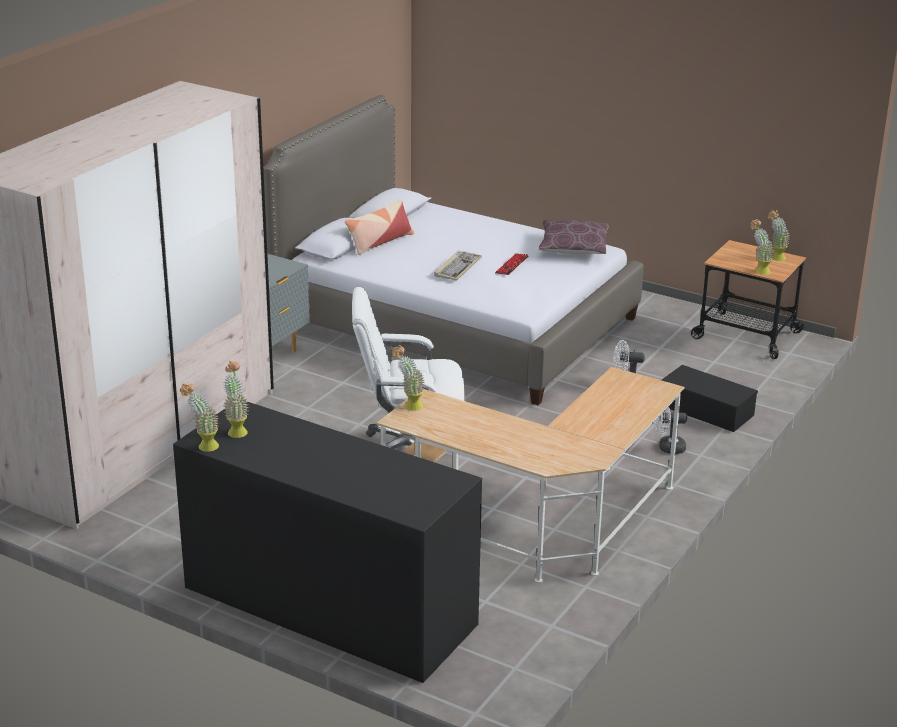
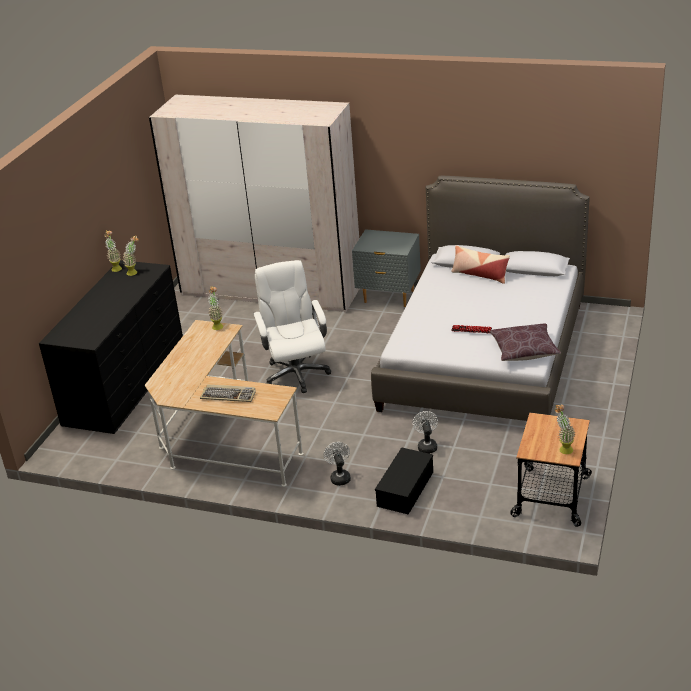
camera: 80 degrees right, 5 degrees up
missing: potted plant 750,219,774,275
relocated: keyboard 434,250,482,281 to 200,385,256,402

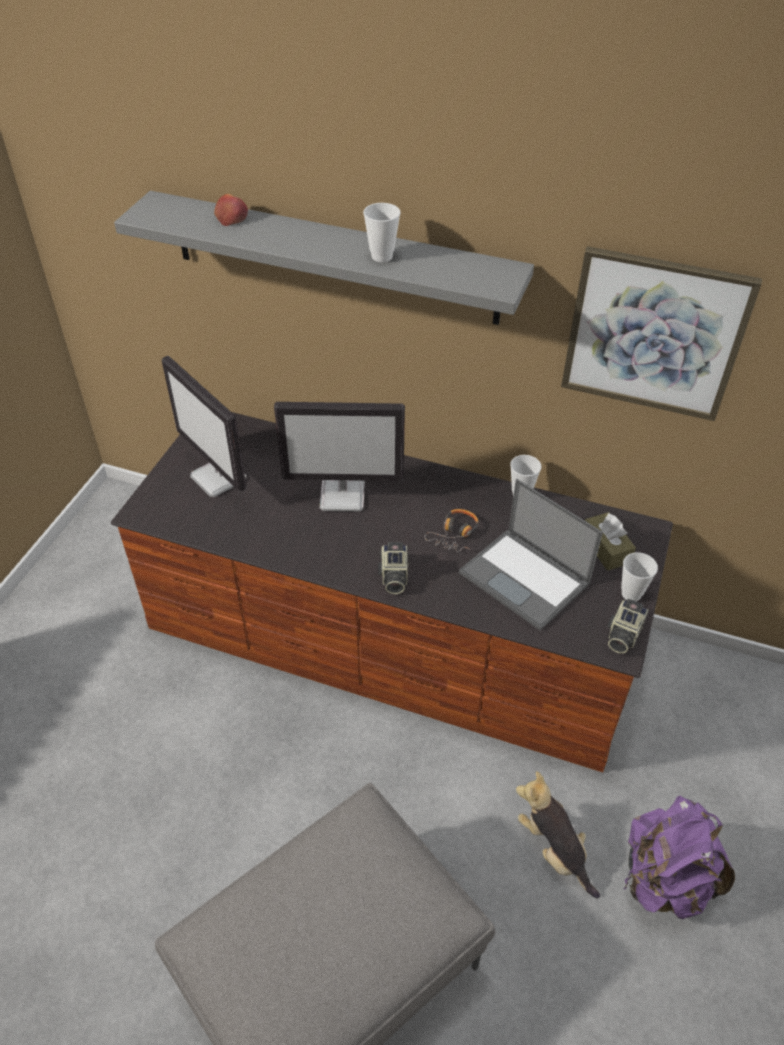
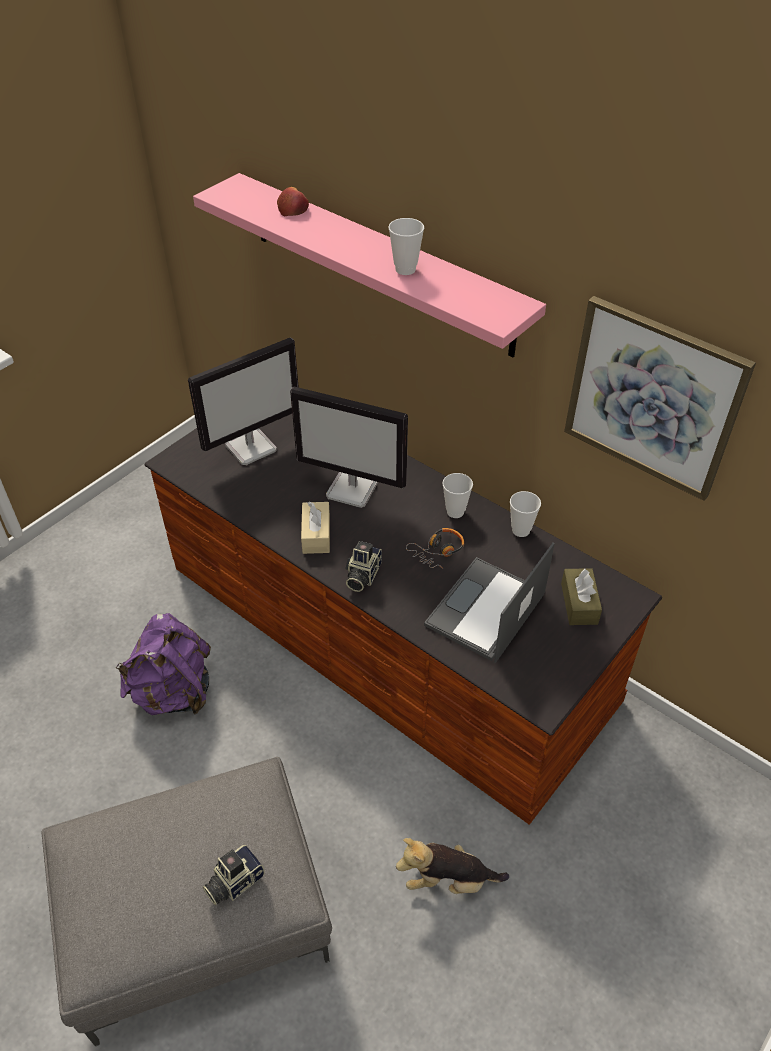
camera: 20 degrees right, 0 degrees up
appeared: sand-coloured box of tissues 301,501,330,554
relocated: still camera 607,599,649,654 to 203,845,265,905; drinking cup 621,552,658,601 to 442,473,473,518; purple rucksack 624,796,735,919 to 116,613,211,715
colour: greyish bracket shelf 114,191,534,325 to pink bracket shelf 193,173,546,357
spun: computer screen 161,356,247,497 = 188,338,299,465 105 degrees counterclockwise; portable computer 459,479,603,631 = 424,542,555,663 60 degrees clockwise; plush toy 516,771,600,899 = 396,838,509,894 75 degrees counterclockwise

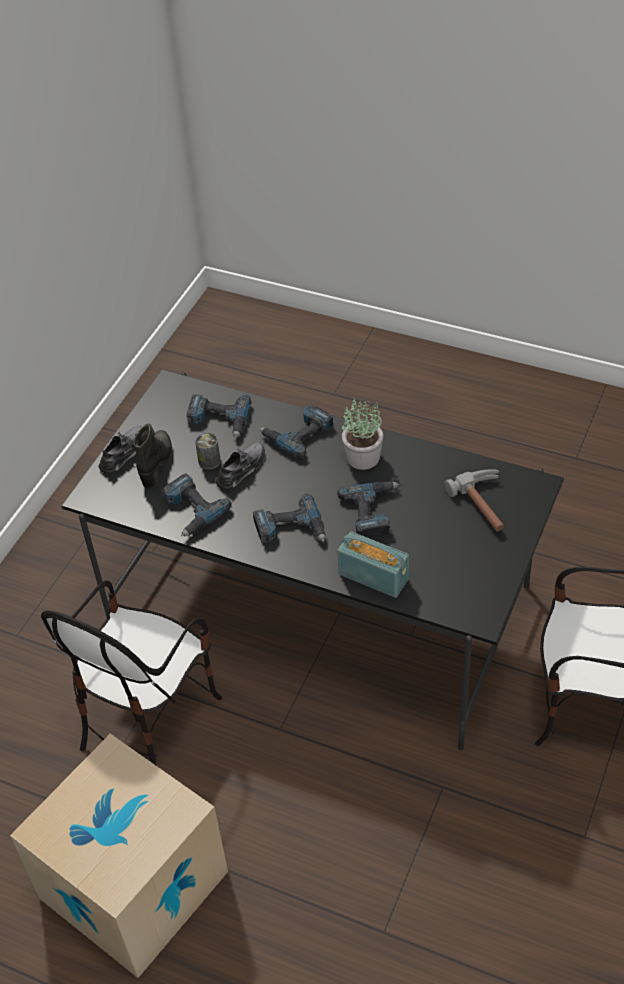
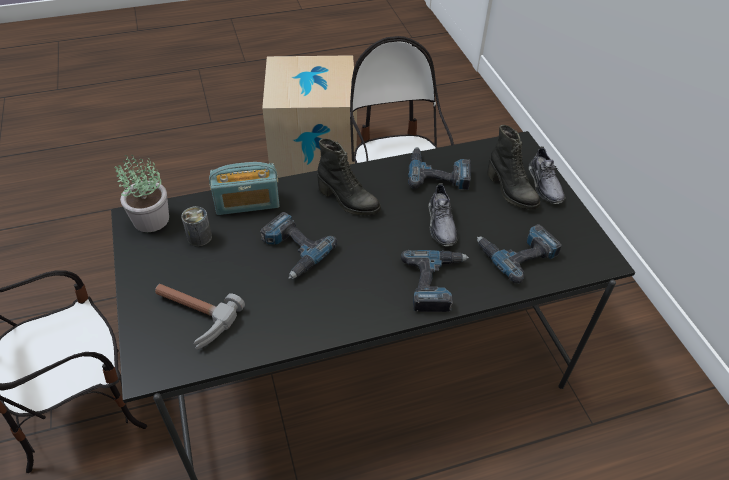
camera: 135 degrees right, 0 degrees up
relocated: can 195,433,221,469 to 181,206,212,247; potted plant 342,397,383,470 to 115,155,169,232
exchanged: power drill 253,494,326,544 to blackish boot 317,139,381,215

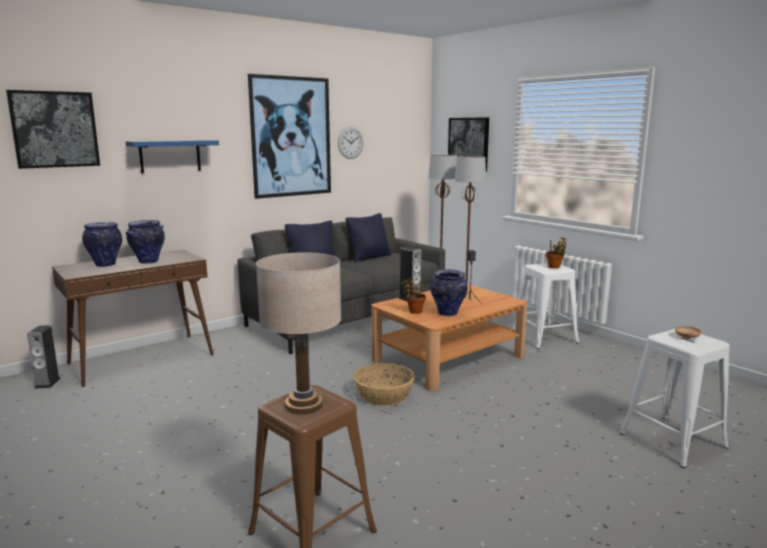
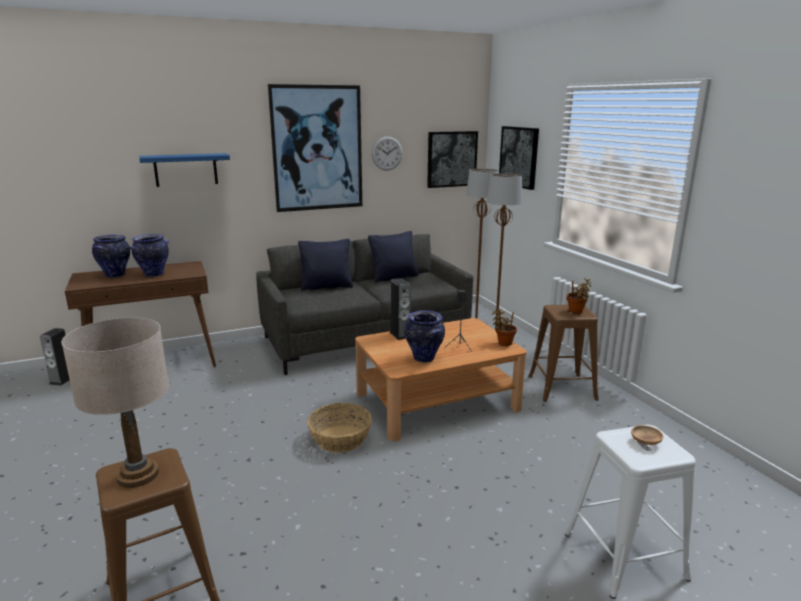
camera: 15 degrees right, 5 degrees up
relocated: wall picture 6,90,100,169 to 427,131,478,188; potted plant 401,278,426,314 to 492,310,517,346
colour: white stool 513,263,579,349 to brown stool 528,305,599,402

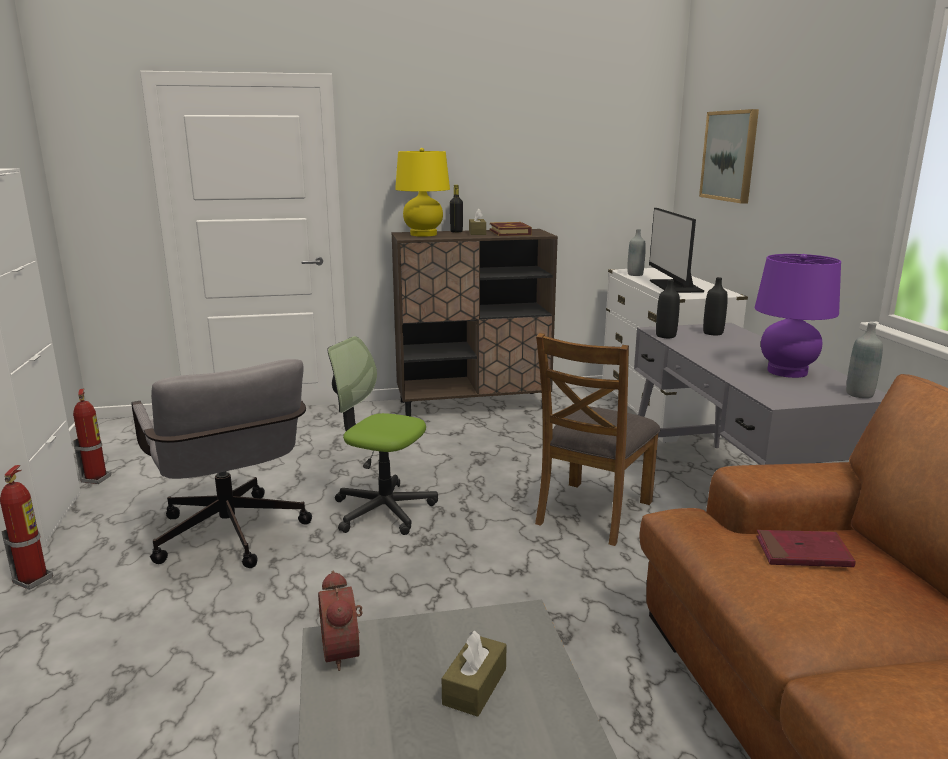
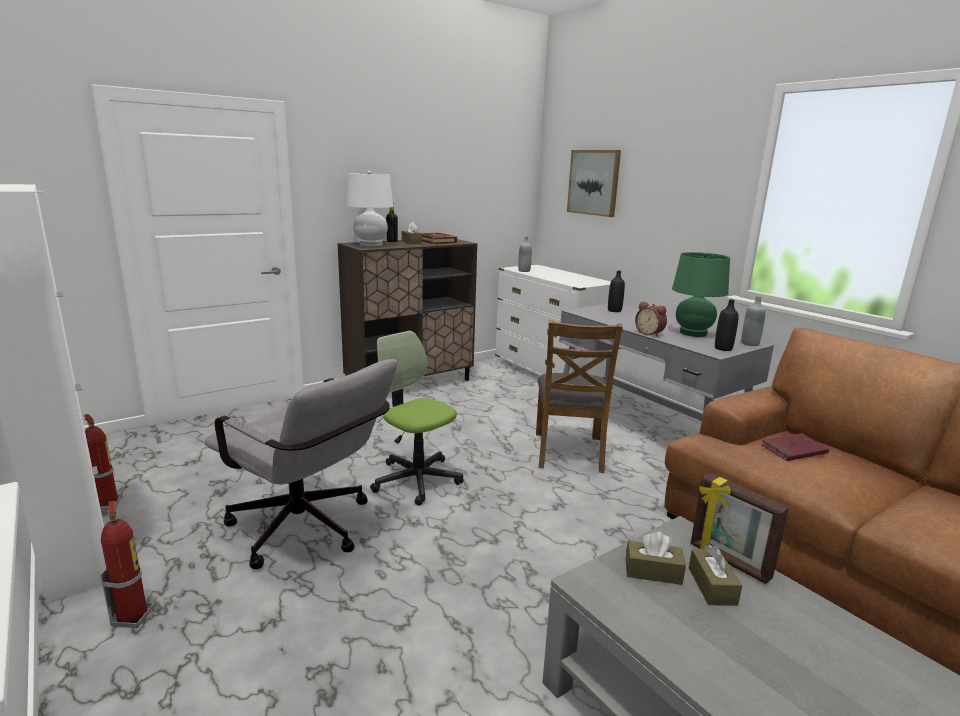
camera: 25 degrees left, 0 degrees up
missing: computer screen 649,208,704,293
appeared: brown box of tissues 626,532,686,585; picture frame 691,473,789,584
relocated: bedside clock 318,570,363,671 to 635,301,667,337; blackish drink bottle 656,279,680,338 to 715,299,739,351
colour: yellowish table lamp 395,148,450,237 to white table lamp 346,171,394,246; purple table lamp 755,254,841,378 to green table lamp 672,252,730,337
spun: desk chair 327,336,438,535 = 370,331,464,506 45 degrees clockwise

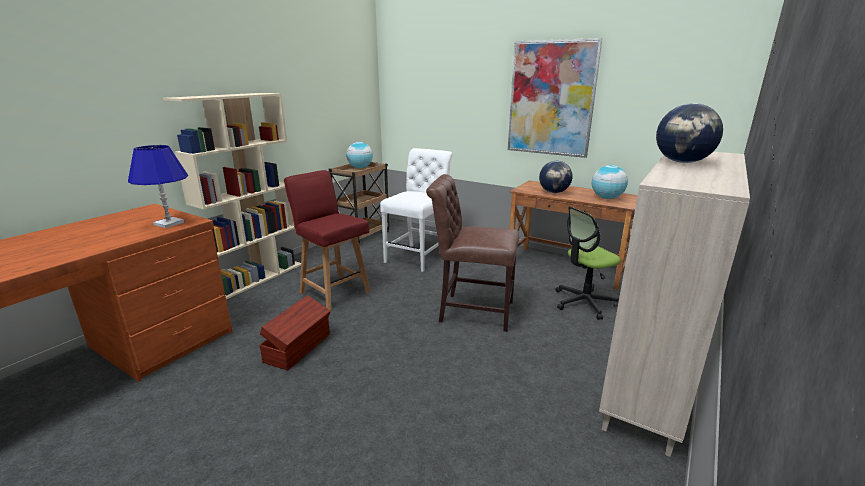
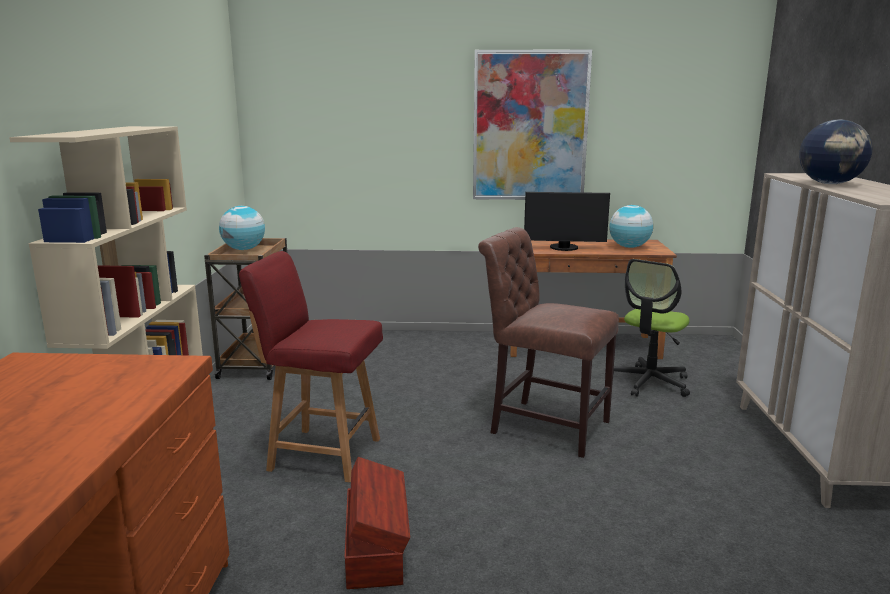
camera: 30 degrees left, 5 degrees down
missing: bluish table lamp 128,145,188,228; white chair 380,148,453,272
exchanged: globe 539,161,572,193 to computer screen 524,192,610,251
spun: brown chair 426,174,519,332 = 478,227,619,458 45 degrees clockwise

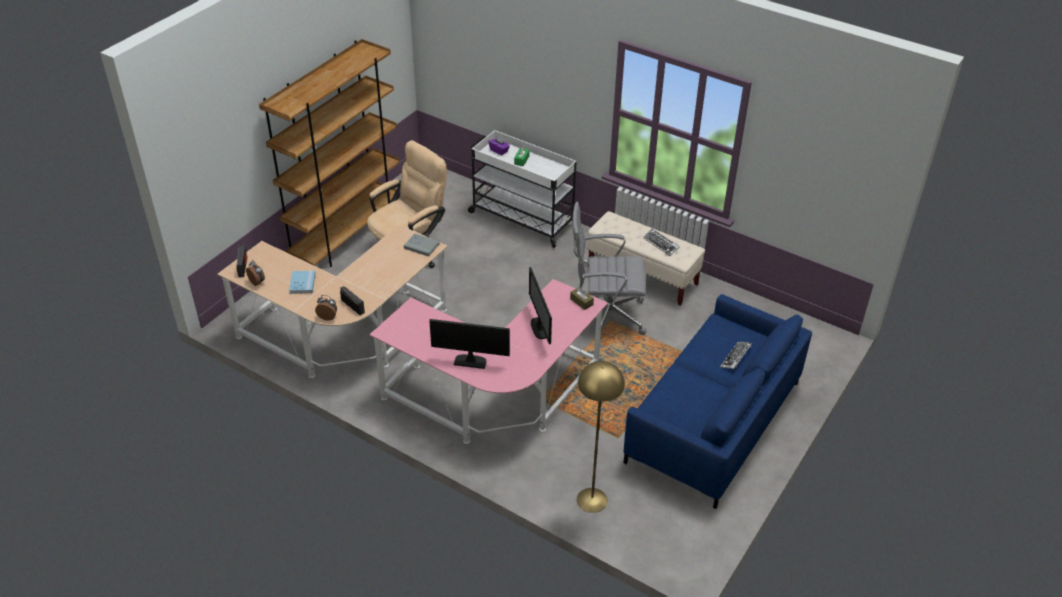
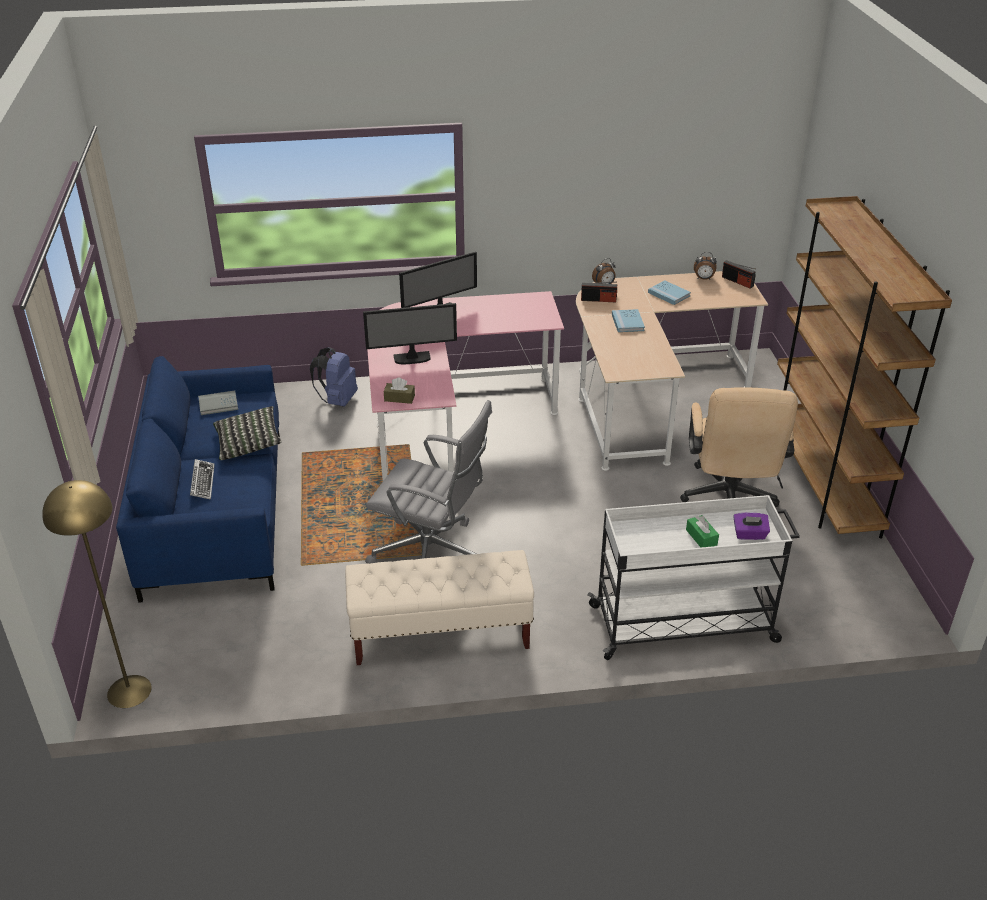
camera: 140 degrees right, 5 degrees down
missing: keyboard 643,228,680,256
appeared: throw pillow 213,406,282,460; bluish rucksack 310,347,358,407; bluish bound book 612,309,645,332
relocated: greyish bound book 404,233,440,256 to 198,390,238,415; yellowish standard lamp 577,361,625,513 to 42,480,152,708
spun: computer screen 529,267,552,344 = 363,303,457,364 135 degrees clockwise; greyish desk chair 573,202,646,335 = 365,400,492,564 60 degrees clockwise

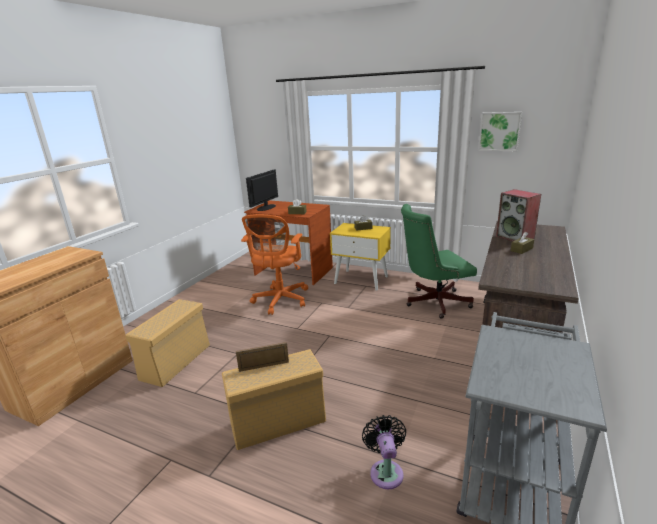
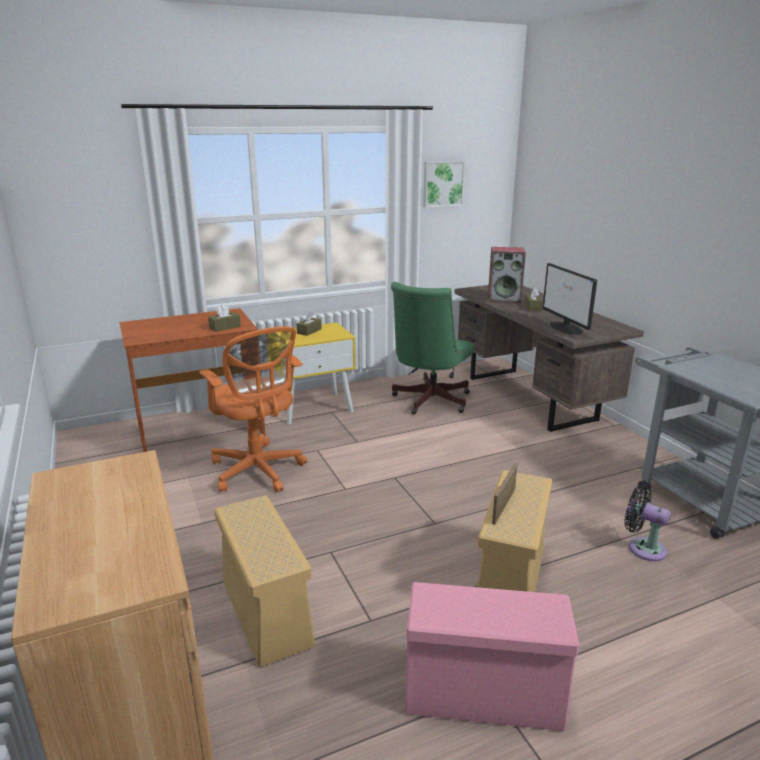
camera: 50 degrees left, 0 degrees up
appeared: pink storage box 405,582,580,731
relocated: computer screen 246,169,278,211 to 542,263,597,335

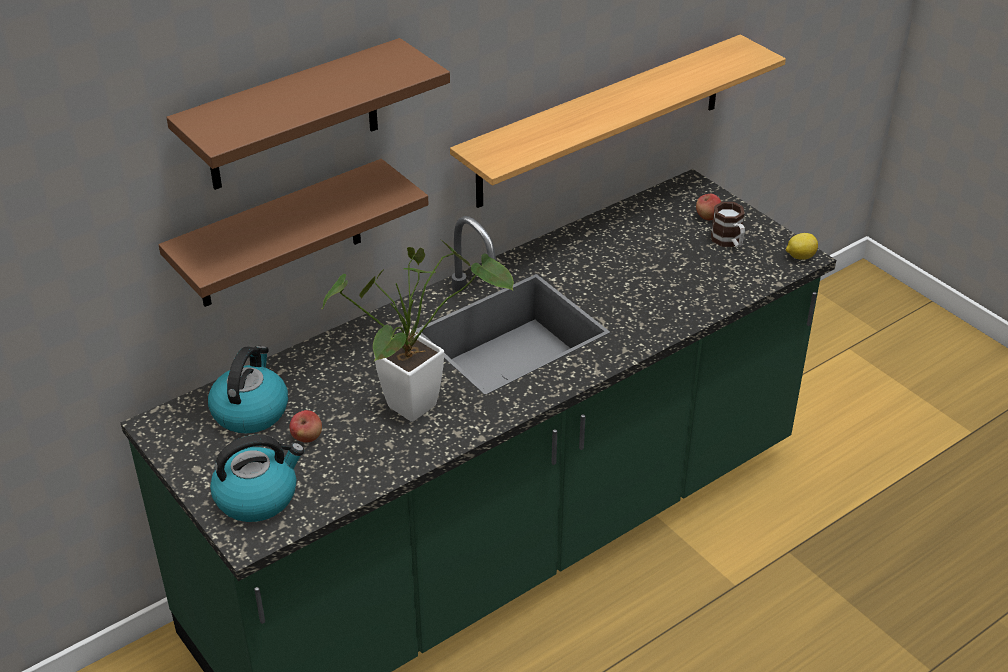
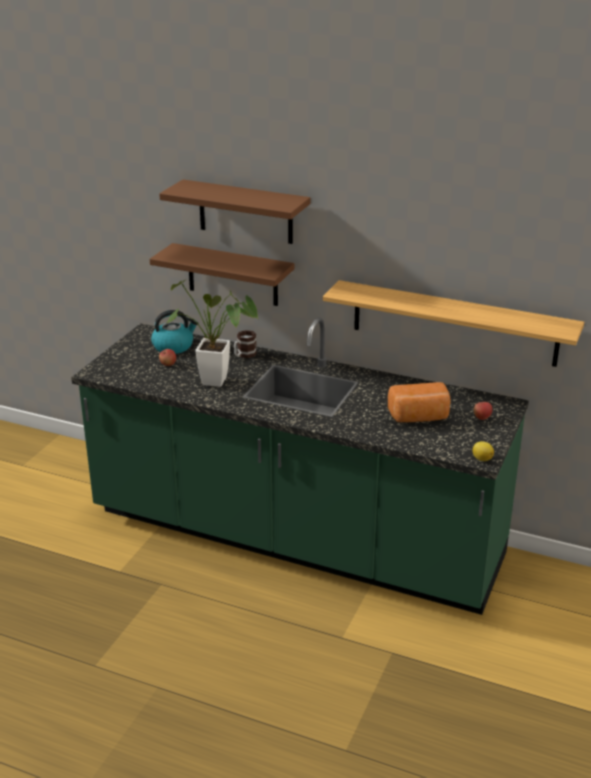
camera: 60 degrees right, 10 degrees down
missing: water kettle 210,434,304,522
appeared: baked bread 388,382,450,422
relocated: coffee mug 711,202,745,248 to 234,330,257,358

